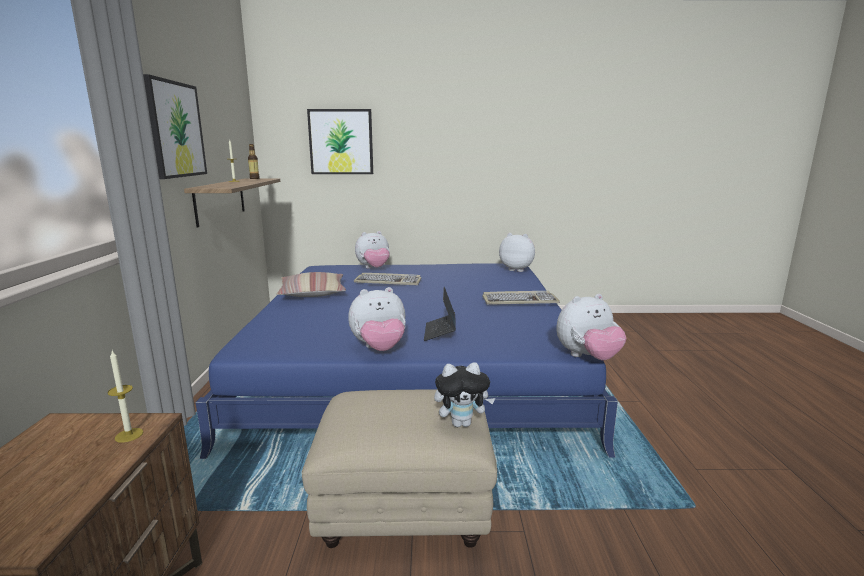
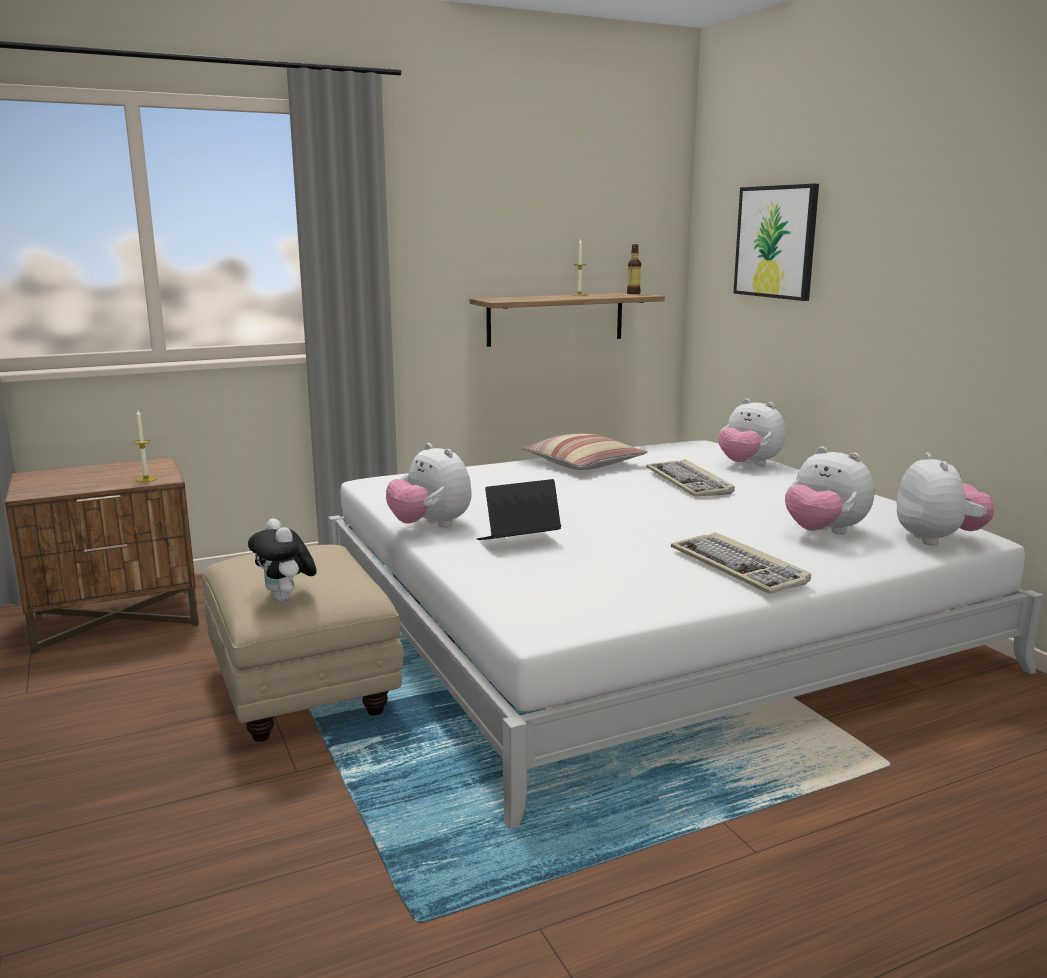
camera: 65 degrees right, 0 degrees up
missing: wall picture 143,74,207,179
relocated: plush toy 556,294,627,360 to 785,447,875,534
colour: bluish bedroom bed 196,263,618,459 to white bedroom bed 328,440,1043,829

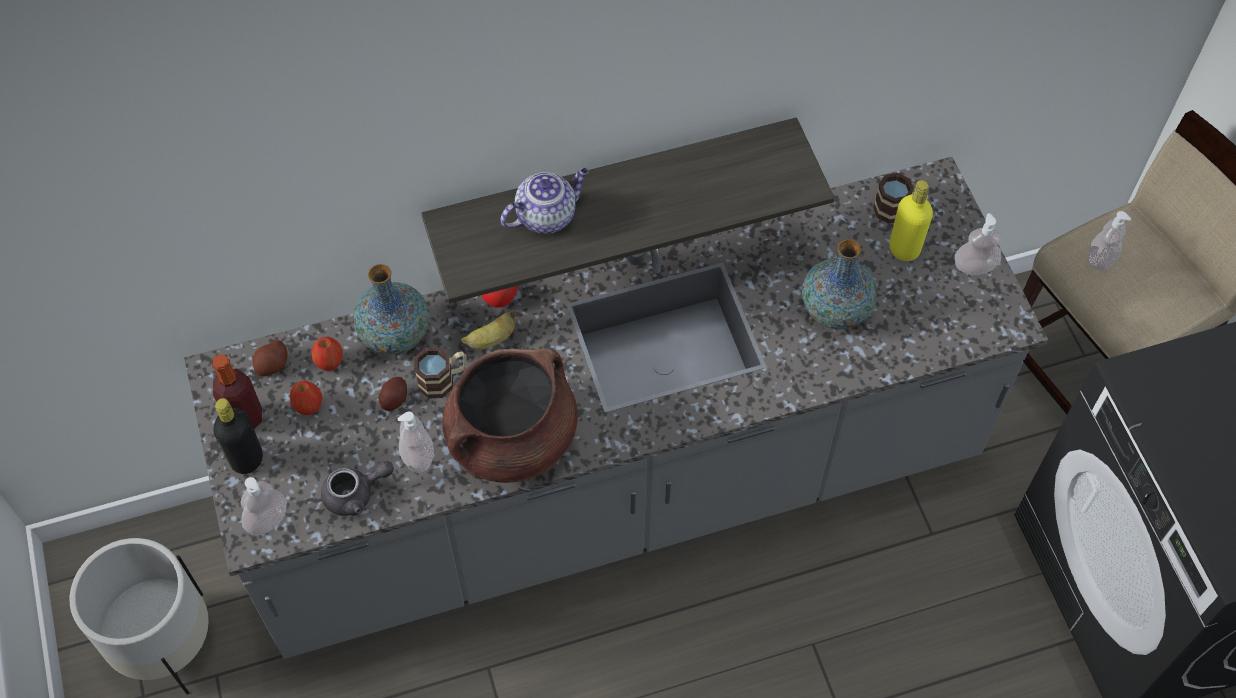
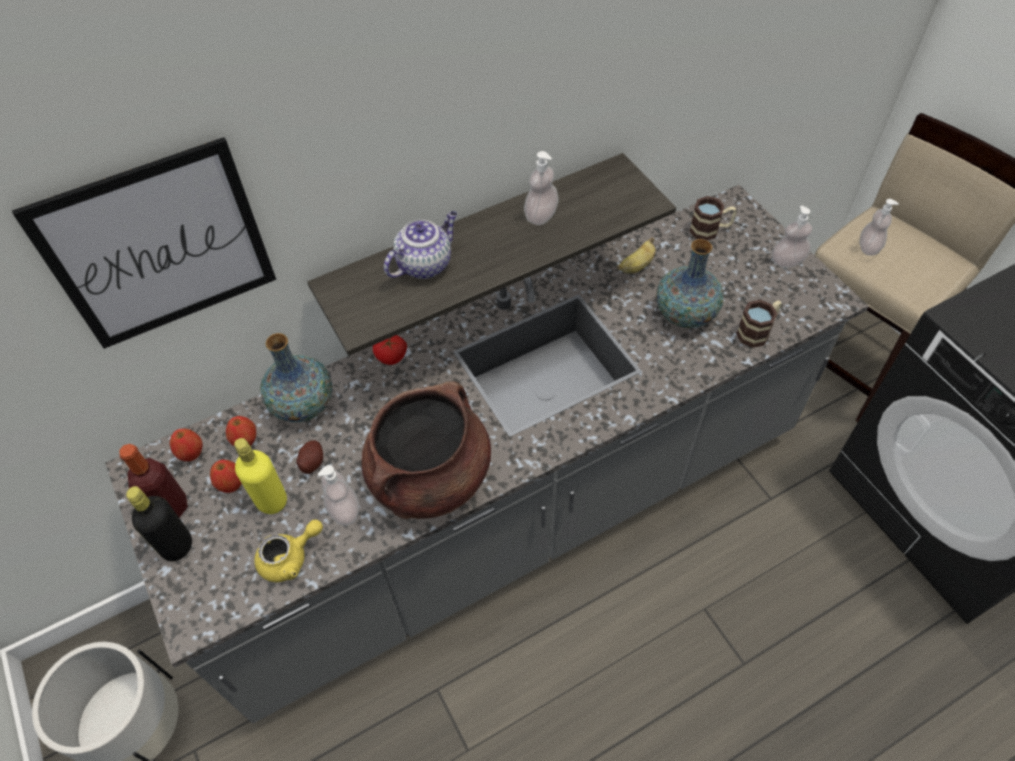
camera: 10 degrees left, 5 degrees down
appeared: wall picture 12,137,276,349
relocated: soap dispenser 241,477,287,536 to 524,151,558,225; coffee mug 414,347,467,398 to 736,300,782,348; banana fruit 461,310,516,350 to 617,237,656,274; yellowish drink bottle 889,180,933,261 to 234,438,287,514
exchanged: whole potato 252,340,288,376 to apple fruit 170,429,203,461
colour: greyish pot for tea 321,461,394,516 to yellowish pot for tea 254,520,323,582

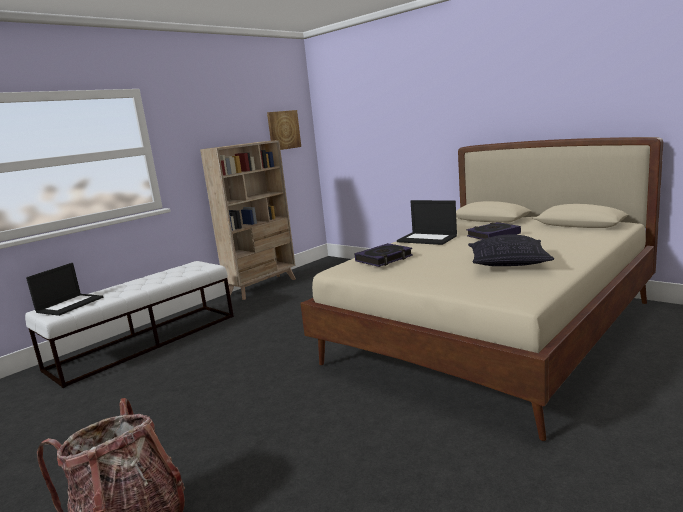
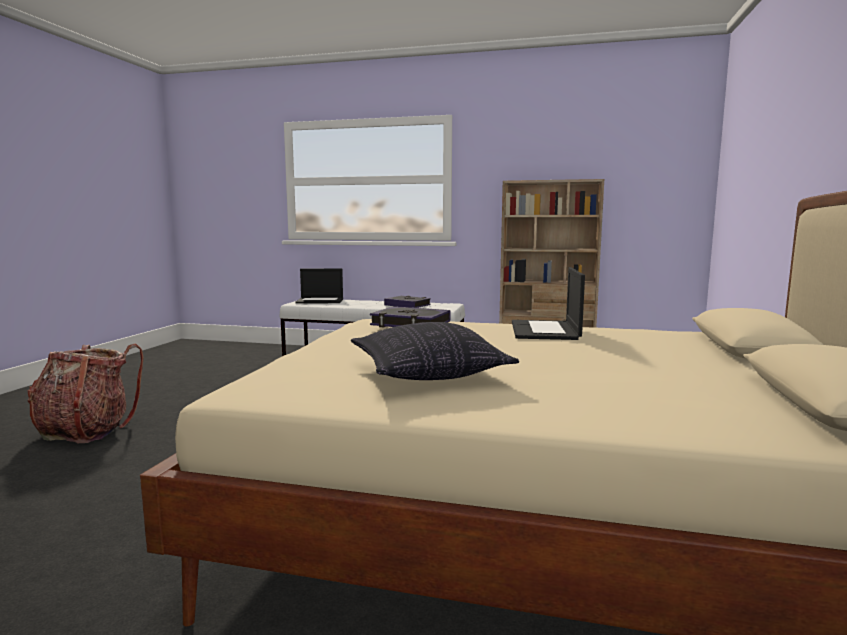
camera: 60 degrees right, 5 degrees down
missing: wall picture 267,110,301,150
relocated: bound book 467,222,521,240 to 384,296,431,308

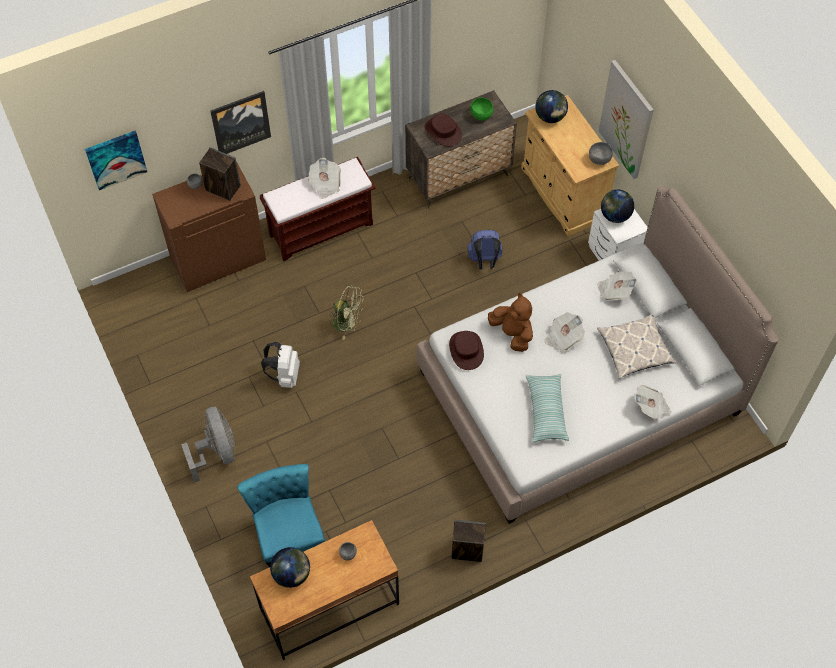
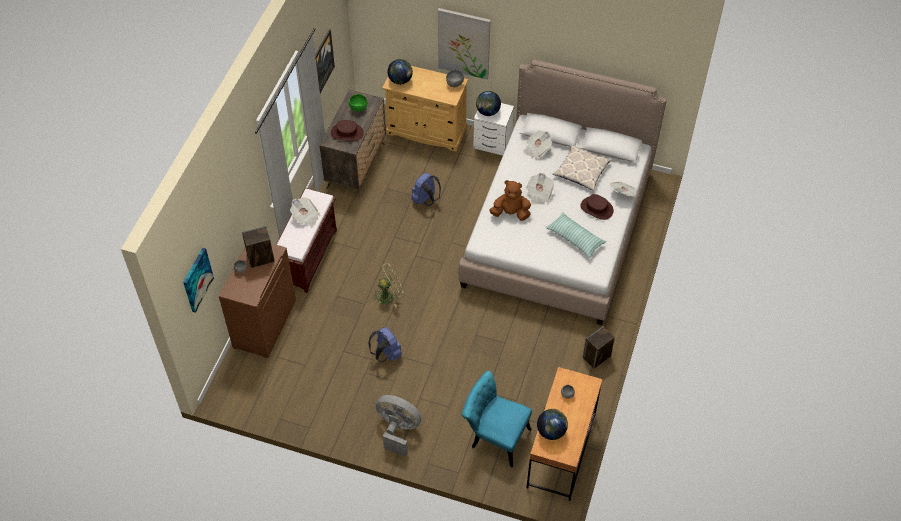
camera: 45 degrees left, 5 degrees down
relocated: wall picture 210,91,271,154 to 315,29,335,93; brown clothing hat 449,331,484,370 to 580,194,614,220
colour: white rucksack 261,342,300,388 to bluish rucksack 368,327,402,362

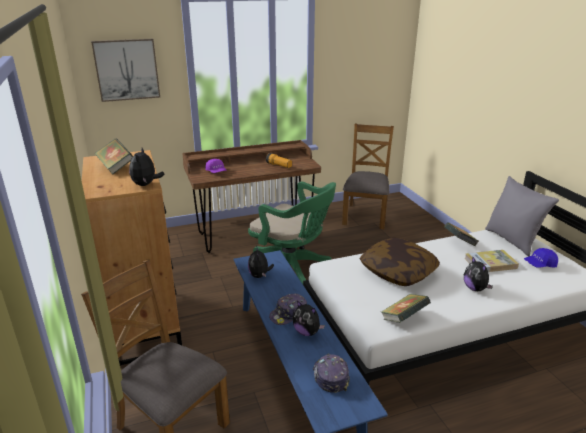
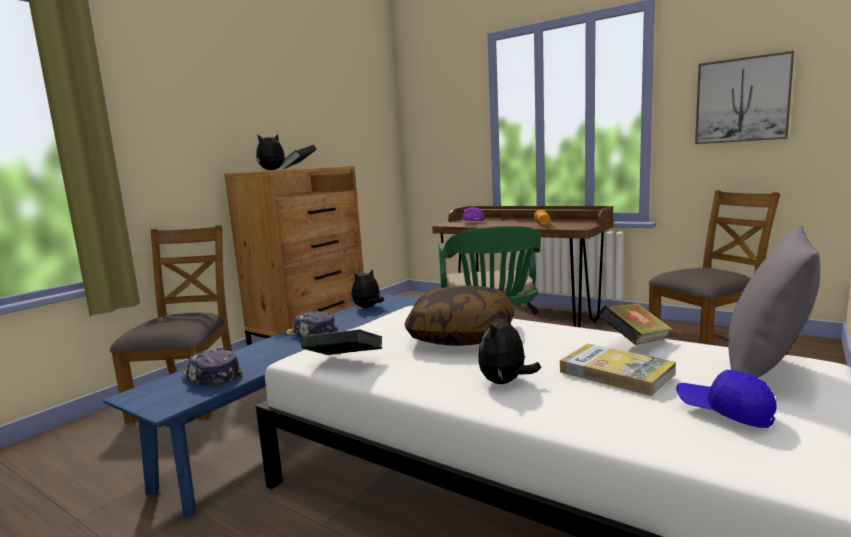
camera: 55 degrees right, 15 degrees down
missing: plush toy 293,300,325,336
relocated: wall picture 91,39,160,102 to 695,51,794,144
spun: cap 313,354,350,393 = 181,348,242,386 105 degrees counterclockwise

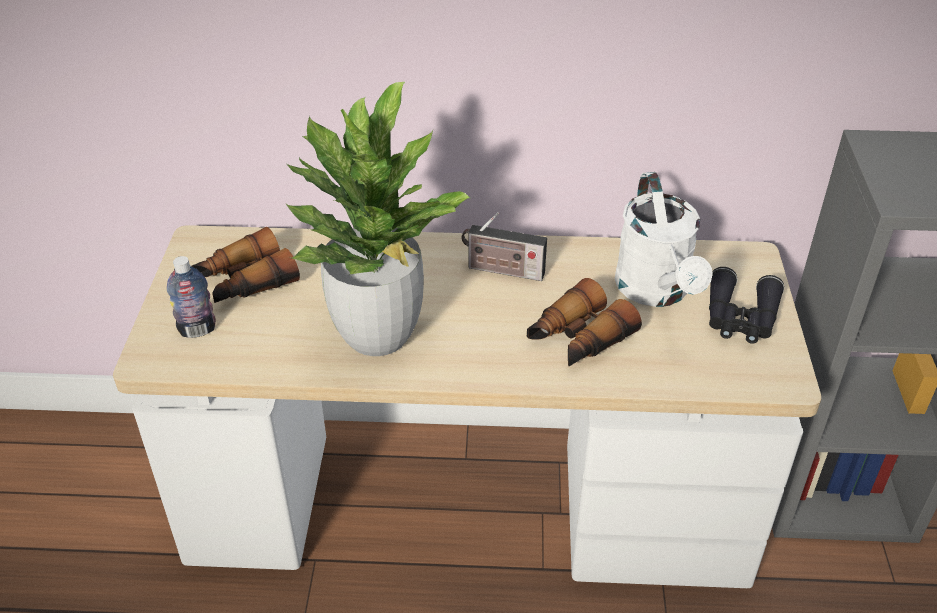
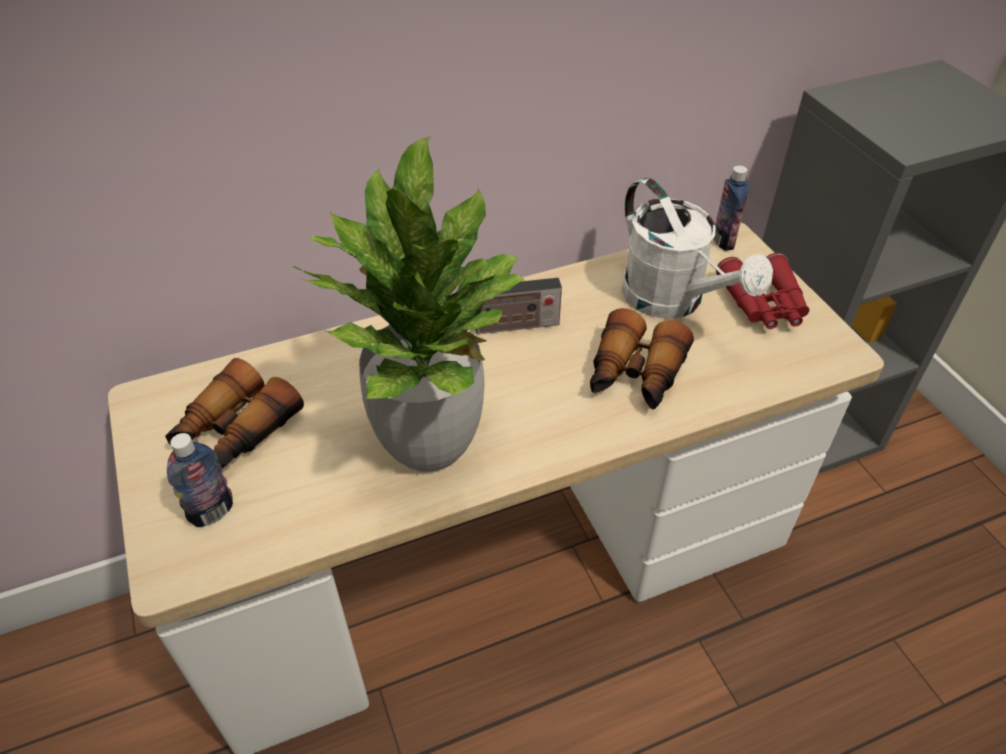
camera: 25 degrees left, 5 degrees up
appeared: drink bottle 713,165,749,251
colour: blackish binoculars 709,267,784,344 to red-coloured binoculars 716,253,809,329

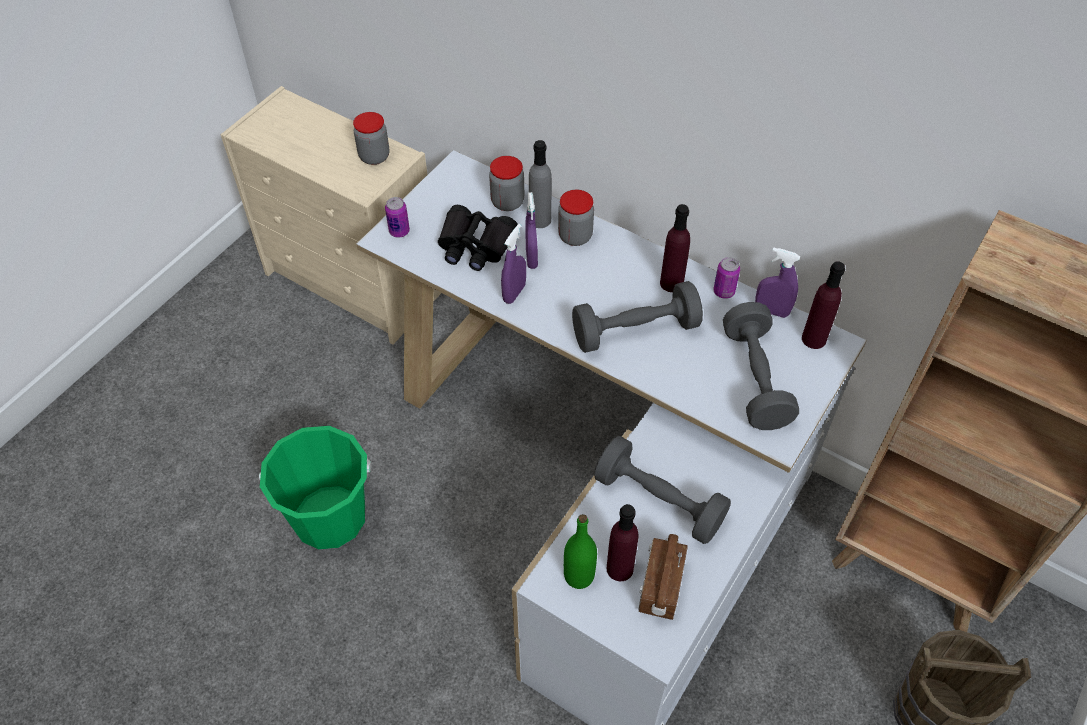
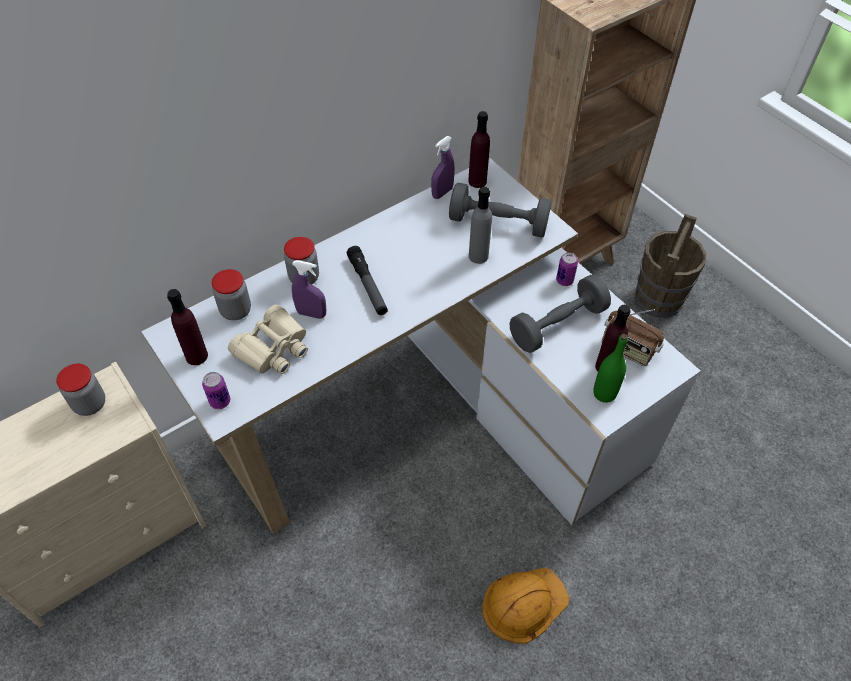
camera: 70 degrees left, 0 degrees up
missing: green bucket 259,426,372,549; purple sprayer 501,224,526,304; greyish free weight 572,281,703,353
appeared: torch 347,246,388,315; orange work helmet 482,568,570,644
relocated: greyish drink bottle 529,140,552,228 to 469,187,492,264; purple drink bottle 660,204,690,292 to 167,289,208,365; can 713,257,740,299 to 556,252,578,286
colour: blackish binoculars 438,205,518,271 to sand-coloured binoculars 228,304,308,374

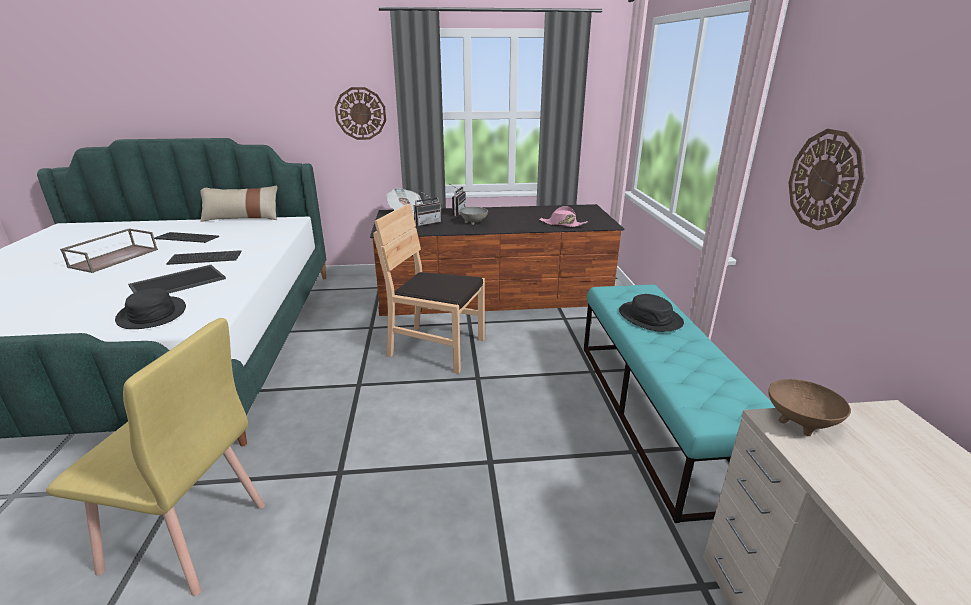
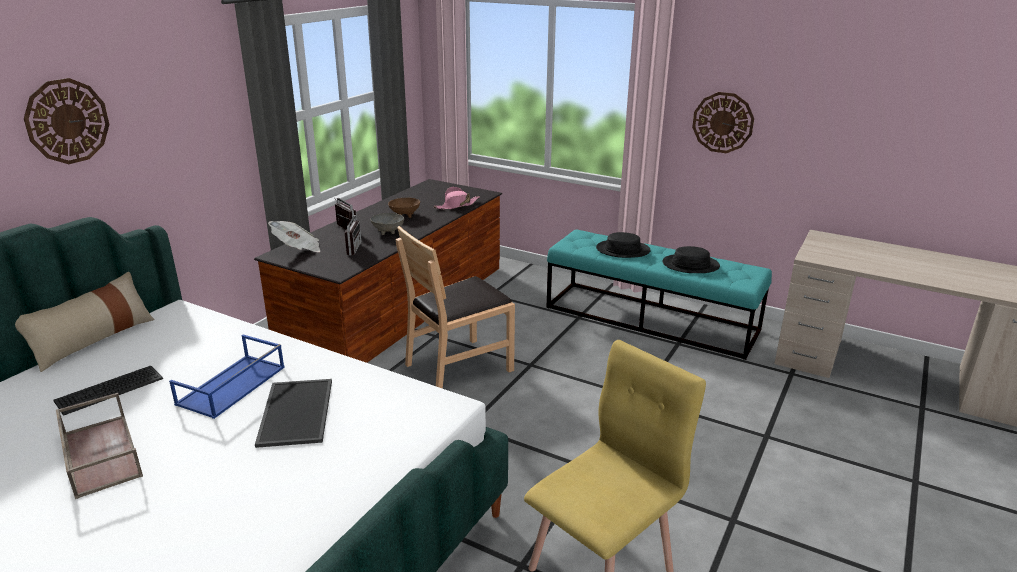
camera: 55 degrees left, 0 degrees up
relocated: blackish clothing hat 115,288,186,329 to 663,246,720,273; clock on the wall 335,87,386,140 to 24,78,110,164; brown serving bowl 768,379,851,436 to 388,198,420,218
exchanged: keyboard 166,250,242,265 to bluish serving tray 169,335,285,419

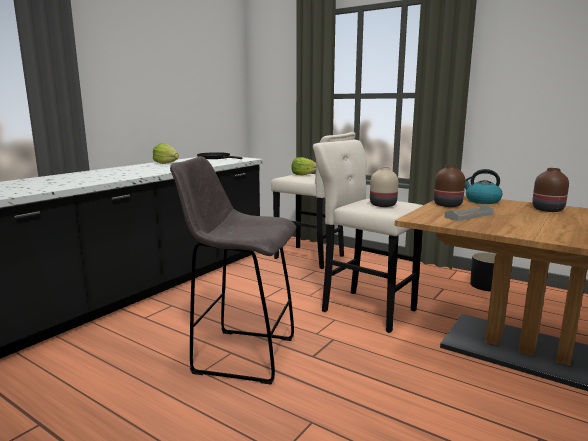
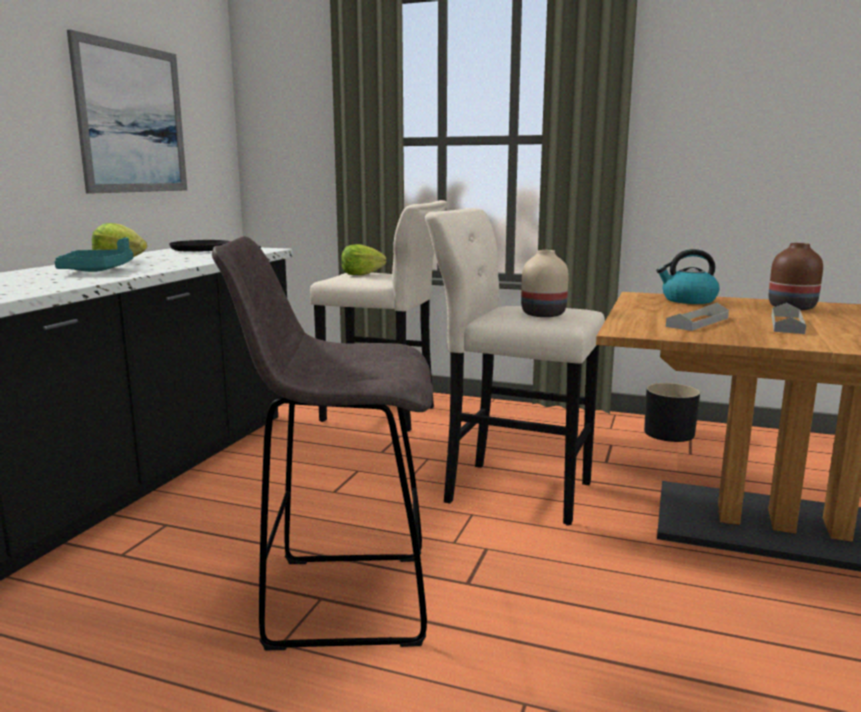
camera: 15 degrees left, 0 degrees up
missing: brown flower vase 434,165,465,207
appeared: turquoise-coloured serving tray 55,238,133,272; wall picture 67,30,187,194; greyish serving tray 771,303,806,334

